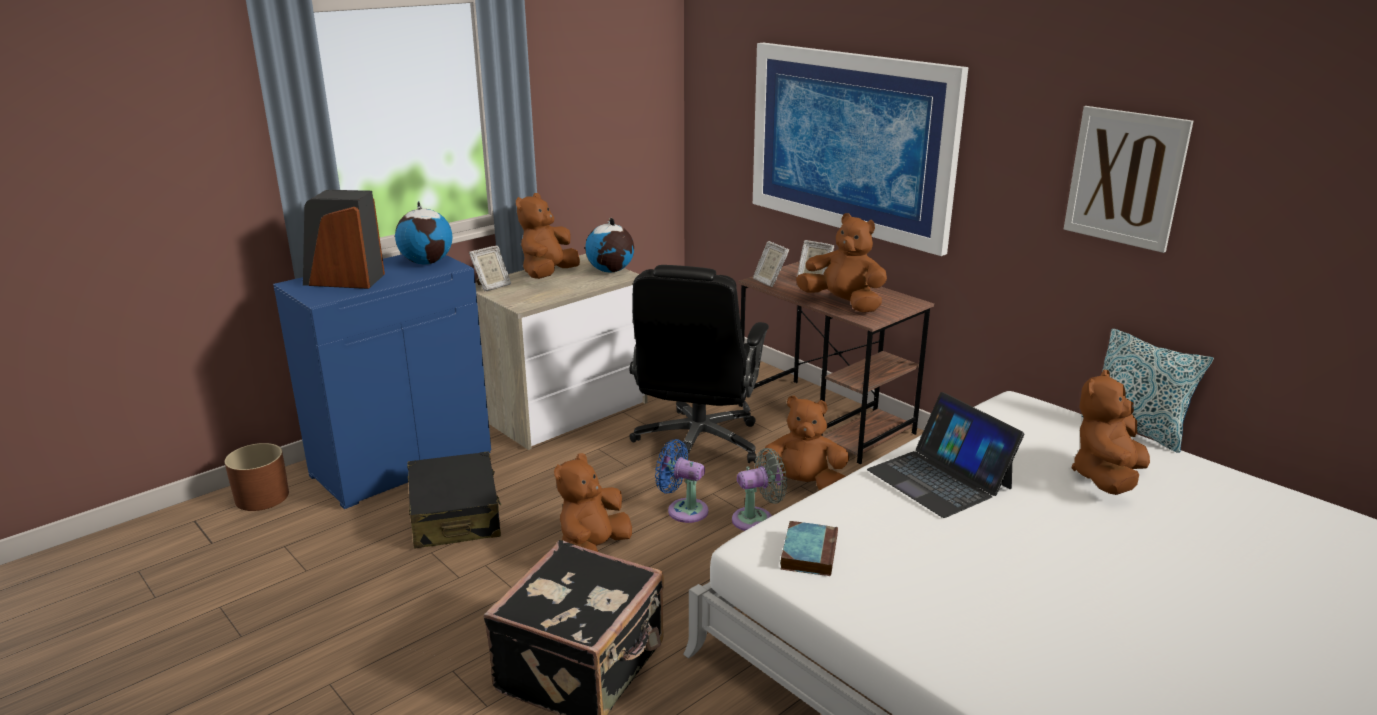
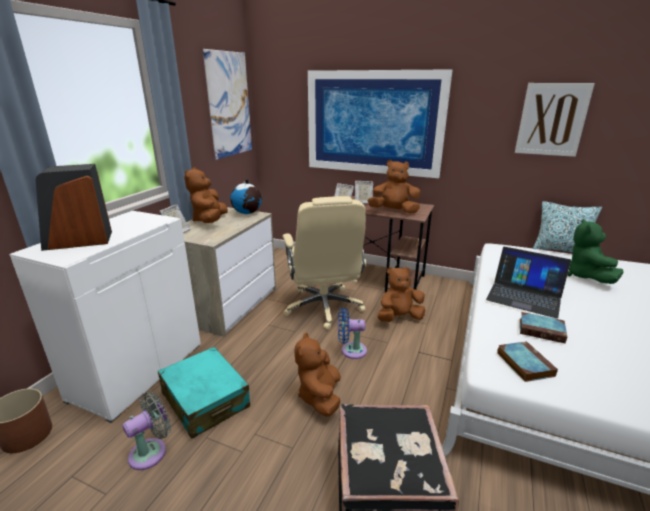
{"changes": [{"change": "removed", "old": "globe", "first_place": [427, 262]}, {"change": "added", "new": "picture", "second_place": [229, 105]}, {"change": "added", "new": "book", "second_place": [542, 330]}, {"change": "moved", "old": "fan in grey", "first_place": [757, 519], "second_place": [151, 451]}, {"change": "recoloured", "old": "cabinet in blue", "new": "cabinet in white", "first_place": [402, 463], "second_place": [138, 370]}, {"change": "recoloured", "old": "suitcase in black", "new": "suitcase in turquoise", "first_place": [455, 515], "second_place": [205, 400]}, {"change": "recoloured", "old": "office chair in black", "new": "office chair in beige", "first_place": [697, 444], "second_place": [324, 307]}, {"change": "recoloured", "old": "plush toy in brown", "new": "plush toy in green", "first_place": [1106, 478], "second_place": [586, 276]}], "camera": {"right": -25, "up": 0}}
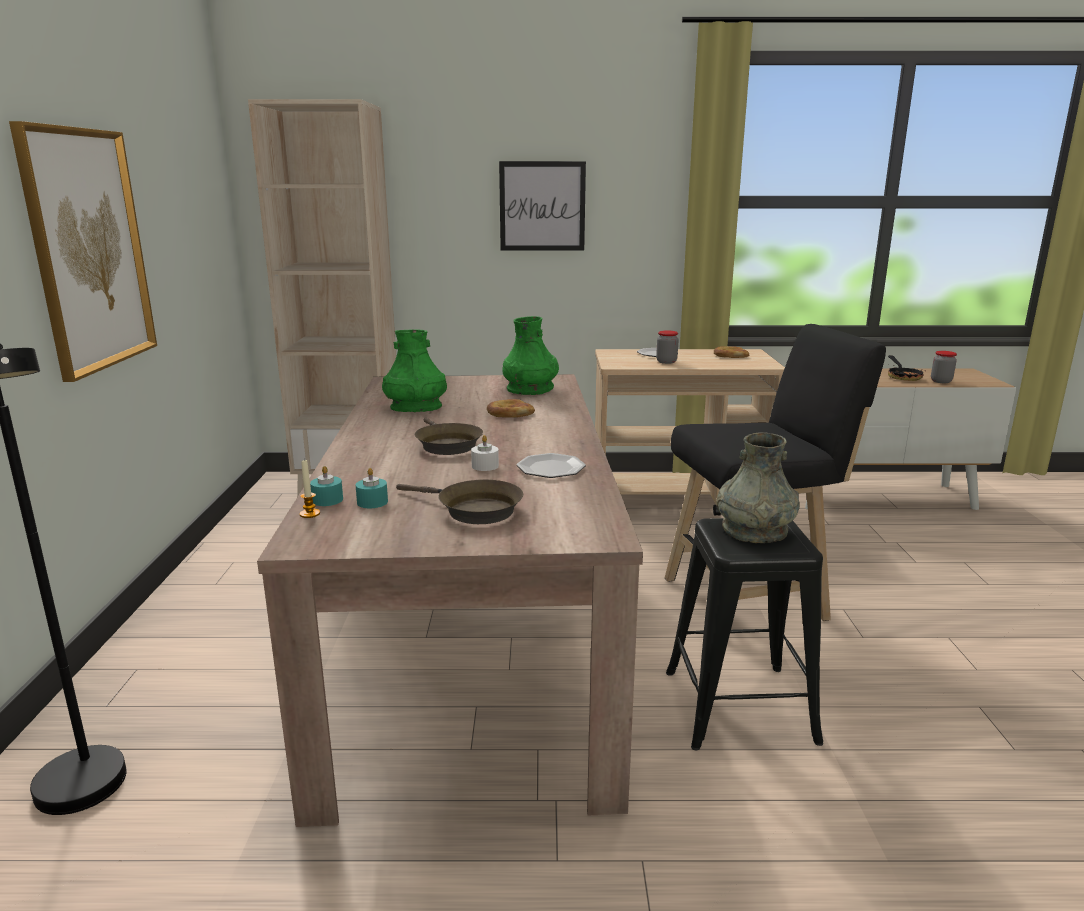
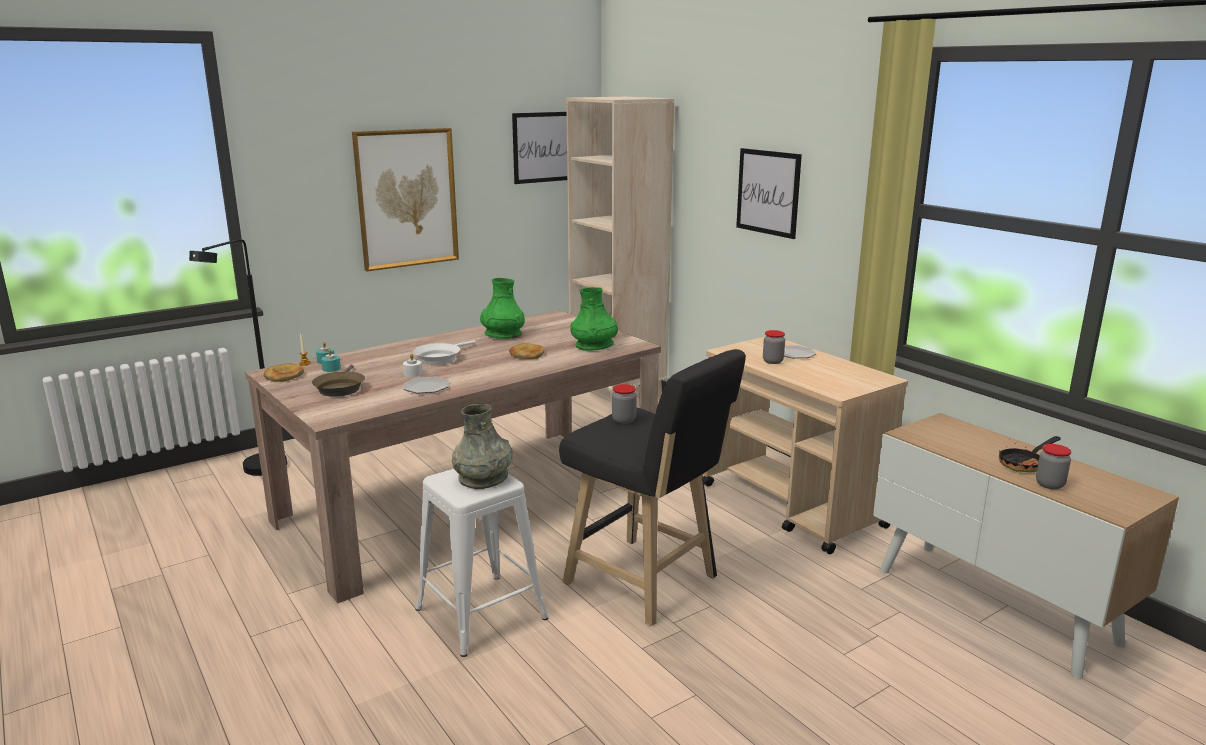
{"changes": [{"change": "added", "new": "picture", "second_place": [542, 147]}, {"change": "added", "new": "jar", "second_place": [624, 420]}, {"change": "moved", "old": "bread", "first_place": [730, 355], "second_place": [284, 376]}, {"change": "recoloured", "old": "frying pan in brown", "new": "frying pan in white", "first_place": [446, 445], "second_place": [440, 358]}, {"change": "recoloured", "old": "stool in black", "new": "stool in white", "first_place": [739, 706], "second_place": [480, 613]}], "camera": {"right": 55, "up": 0}}
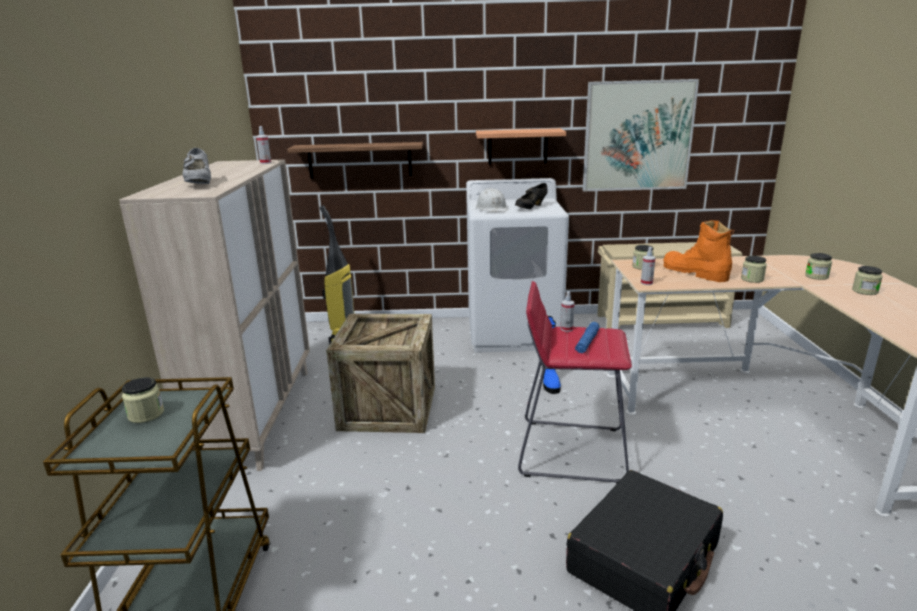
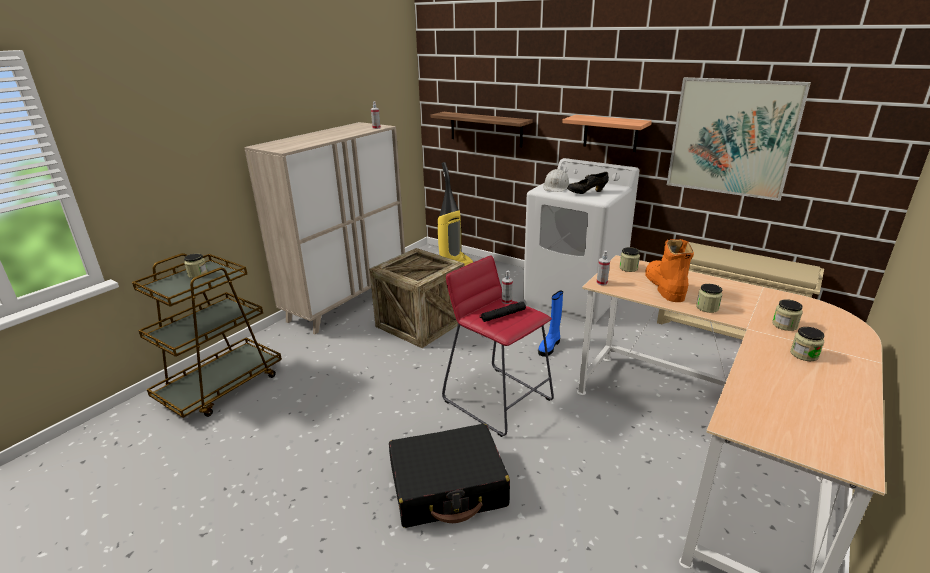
{"changes": [{"change": "removed", "old": "shoe in grey", "first_place": [199, 184]}, {"change": "recoloured", "old": "flashlight in blue", "new": "flashlight in black", "first_place": [587, 342], "second_place": [503, 315]}], "camera": {"right": 35, "up": 5}}
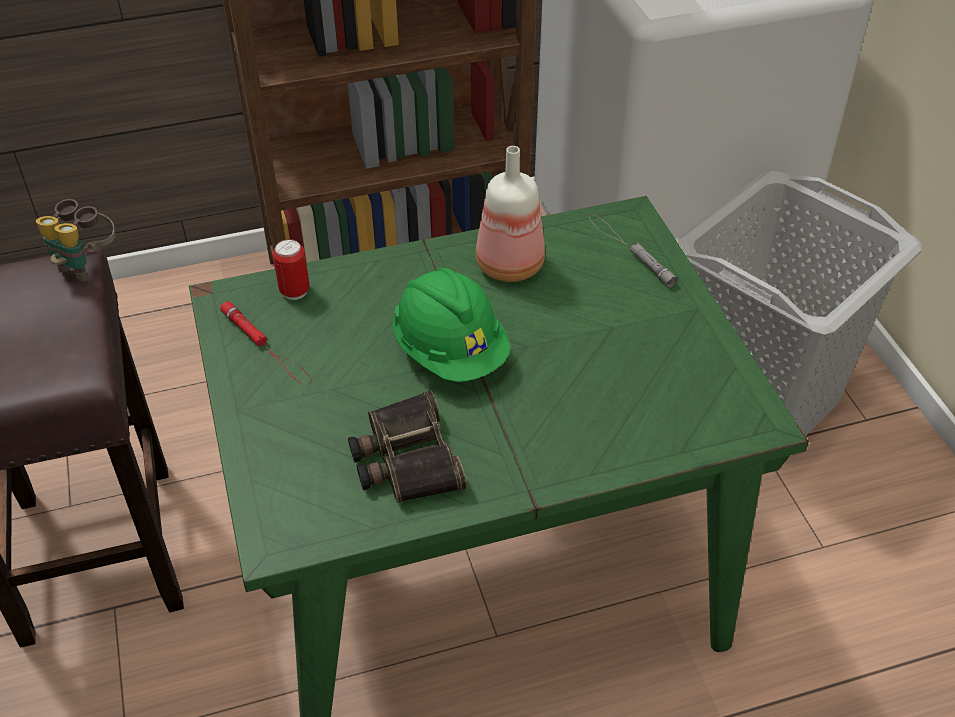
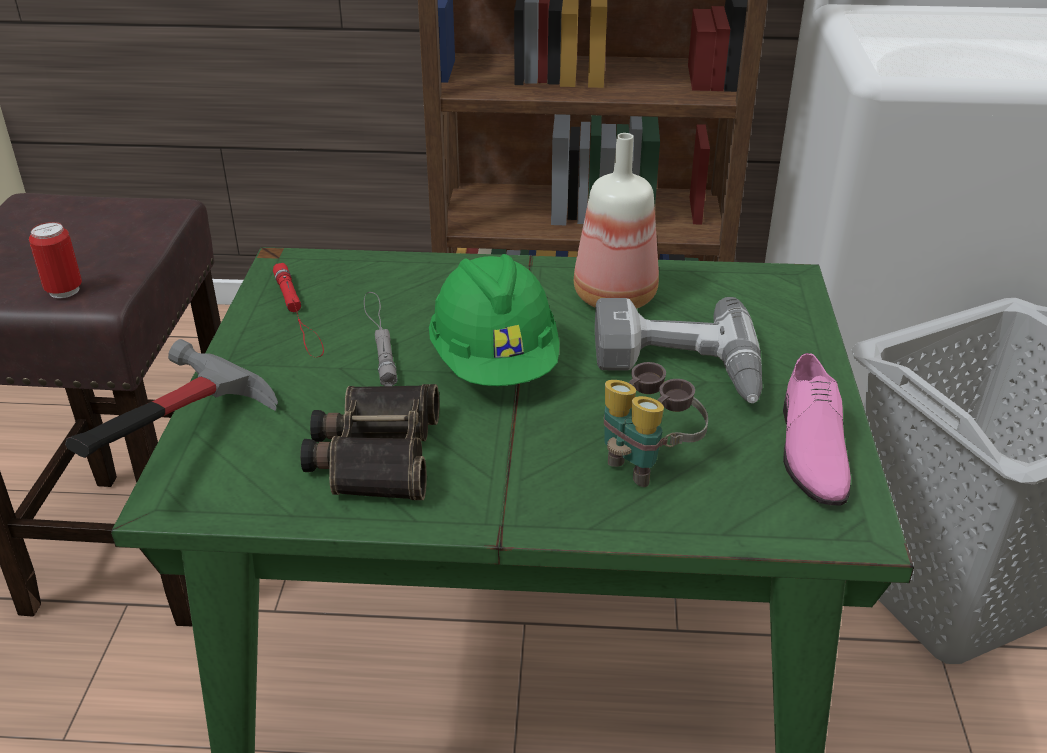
{"changes": [{"change": "added", "new": "hammer", "second_place": [178, 438]}, {"change": "added", "new": "power drill", "second_place": [677, 369]}, {"change": "added", "new": "shoe in pink", "second_place": [809, 448]}, {"change": "moved", "old": "binoculars", "first_place": [86, 264], "second_place": [647, 461]}, {"change": "moved", "old": "can", "first_place": [294, 291], "second_place": [64, 290]}, {"change": "moved", "old": "flashlight in grey", "first_place": [629, 250], "second_place": [379, 337]}], "camera": {"right": 20, "up": -10}}
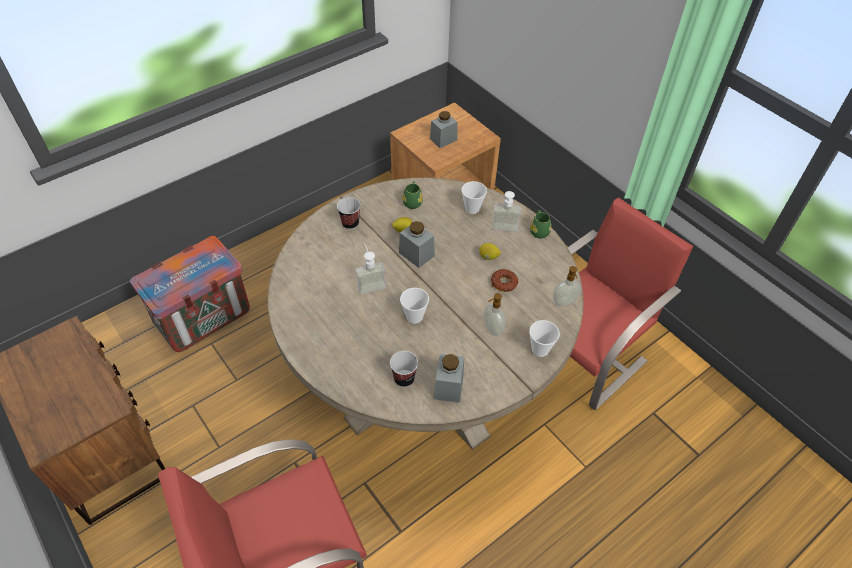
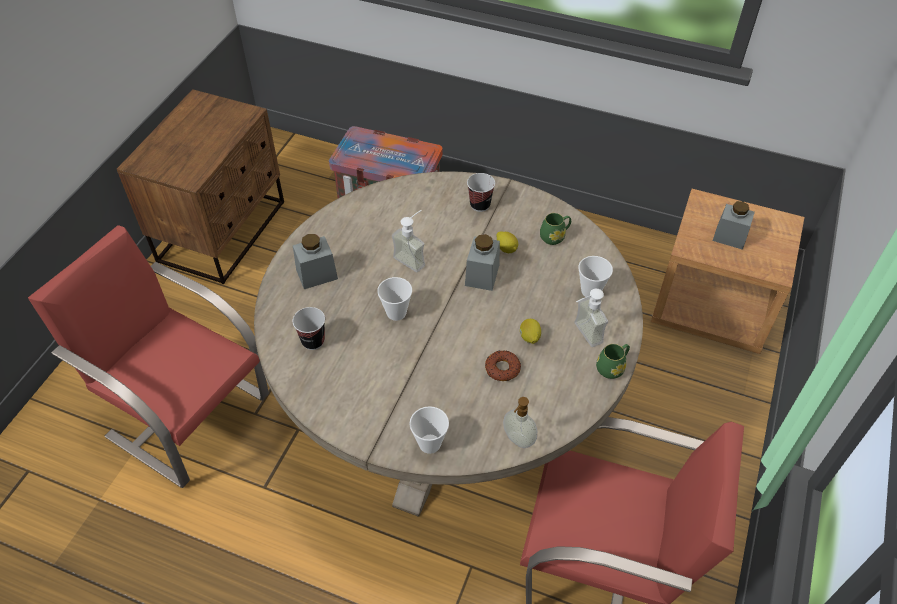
{"changes": [{"change": "removed", "old": "soap dispenser", "first_place": [492, 329]}, {"change": "moved", "old": "jar in grey", "first_place": [448, 386], "second_place": [317, 274]}], "camera": {"right": 60, "up": 0}}
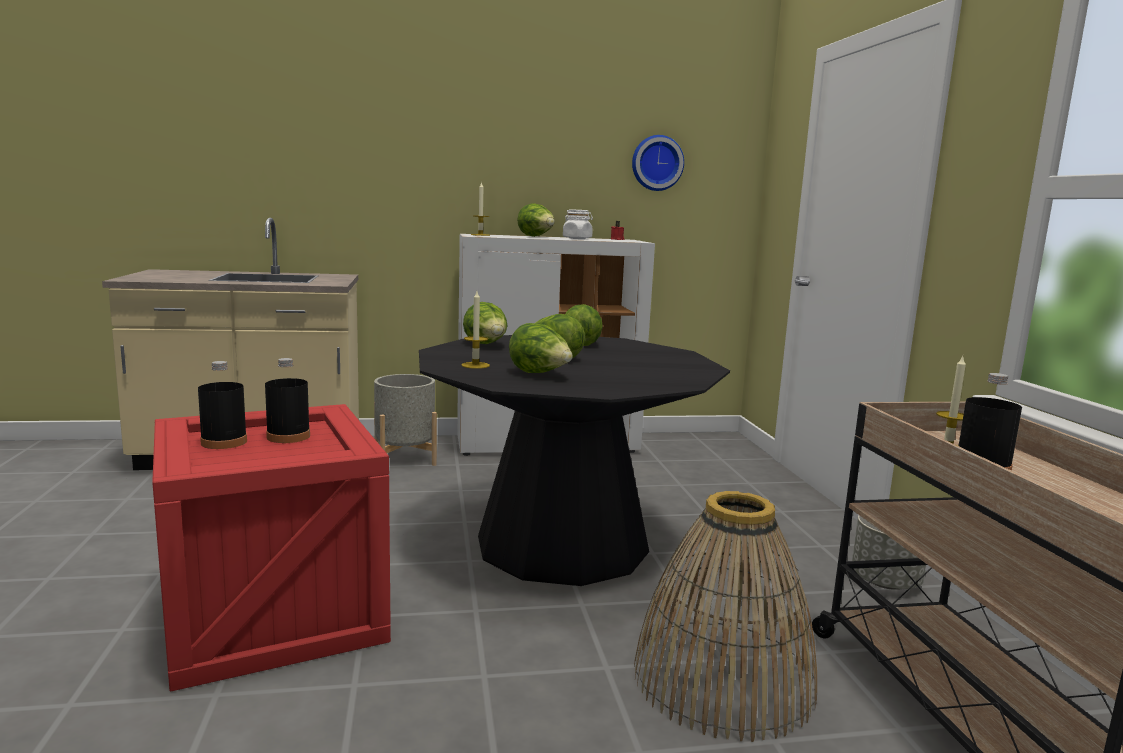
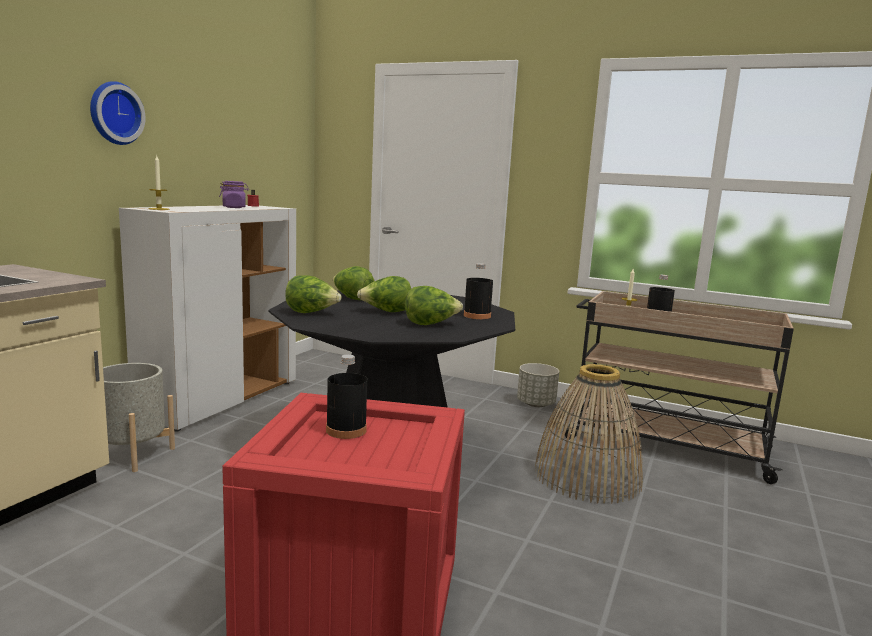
{"changes": [{"change": "removed", "old": "candle", "first_place": [475, 365]}, {"change": "removed", "old": "lettuce", "first_place": [536, 236]}, {"change": "moved", "old": "bottle in black", "first_place": [224, 442], "second_place": [477, 316]}, {"change": "moved", "old": "wall clock", "first_place": [656, 163], "second_place": [114, 113]}, {"change": "recoloured", "old": "jar in white", "new": "jar in purple", "first_place": [577, 238], "second_place": [234, 207]}], "camera": {"right": -55, "up": 0}}
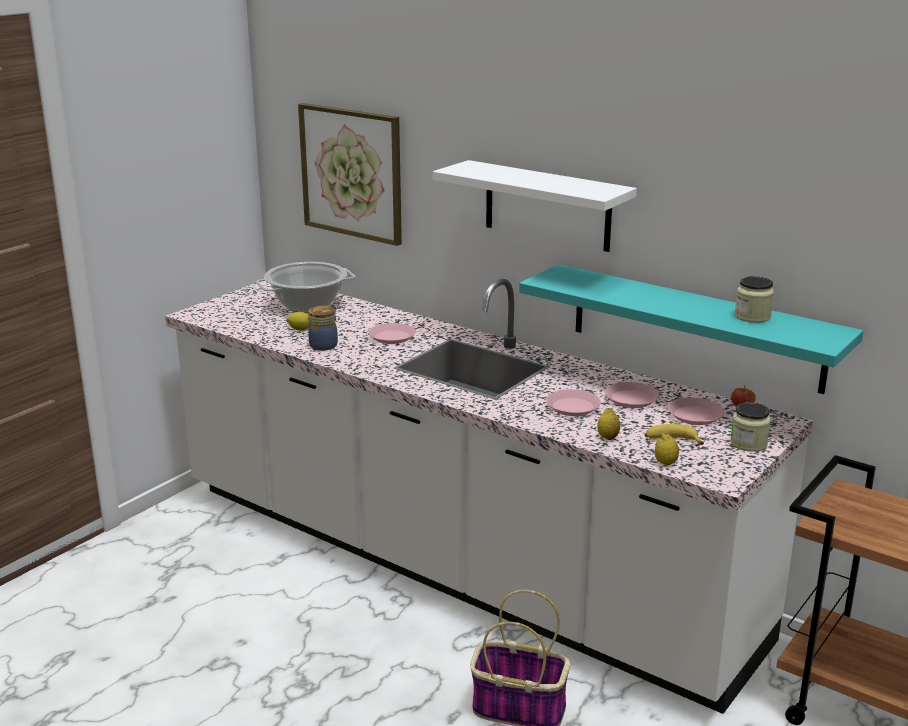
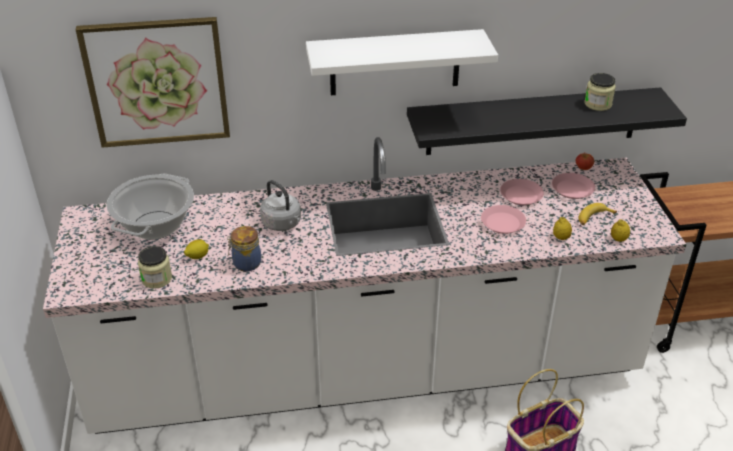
{"changes": [{"change": "moved", "old": "jar", "first_place": [748, 443], "second_place": [157, 279]}, {"change": "replaced", "old": "plate in pink", "new": "kettle in grey", "first_place": [392, 337], "second_place": [283, 224]}, {"change": "recoloured", "old": "shelf in turquoise", "new": "shelf in black", "first_place": [695, 327], "second_place": [532, 121]}], "camera": {"right": -45, "up": 15}}
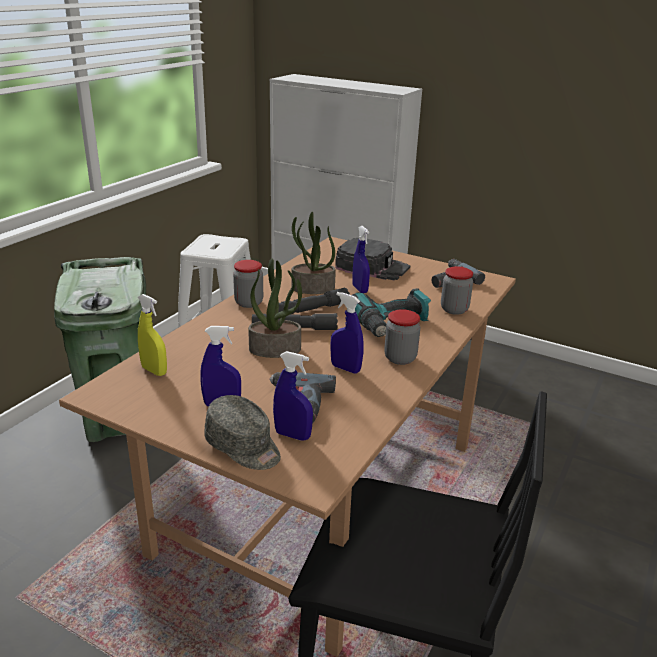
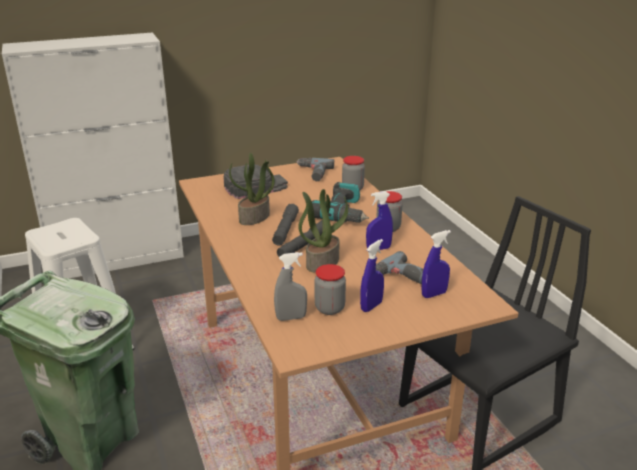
{"changes": [{"change": "removed", "old": "cap in grey", "first_place": [244, 447]}, {"change": "removed", "old": "spray bottle in blue", "first_place": [360, 289]}, {"change": "moved", "old": "jar", "first_place": [249, 303], "second_place": [329, 308]}, {"change": "recoloured", "old": "spray bottle in yellow", "new": "spray bottle in grey", "first_place": [154, 371], "second_place": [291, 318]}], "camera": {"right": -50, "up": 0}}
